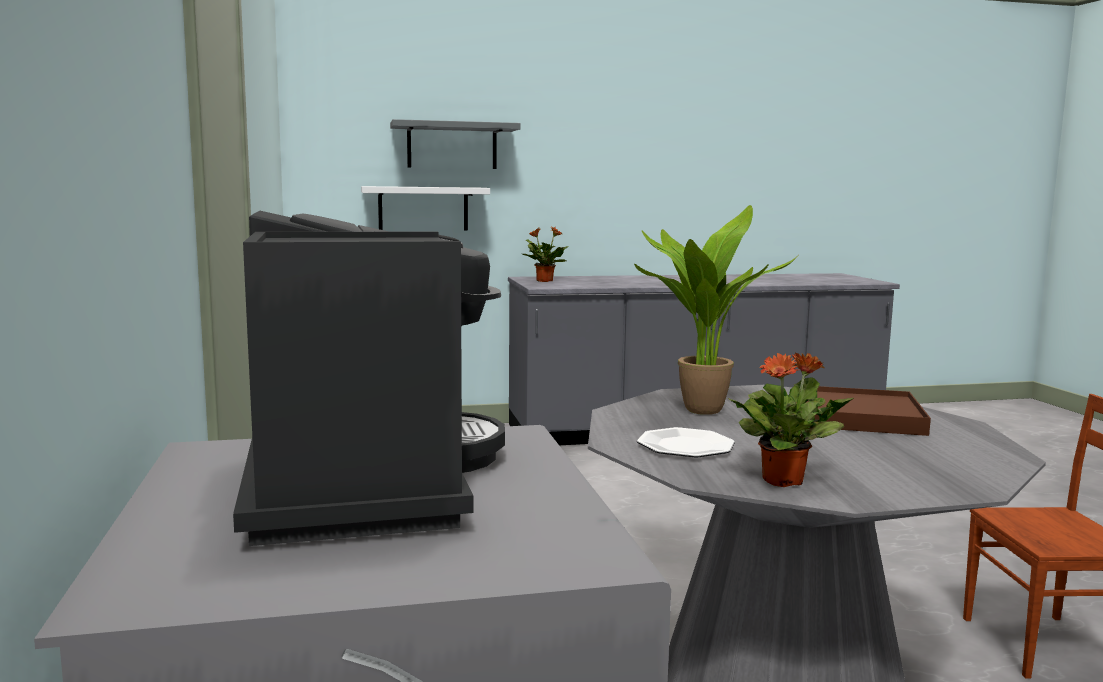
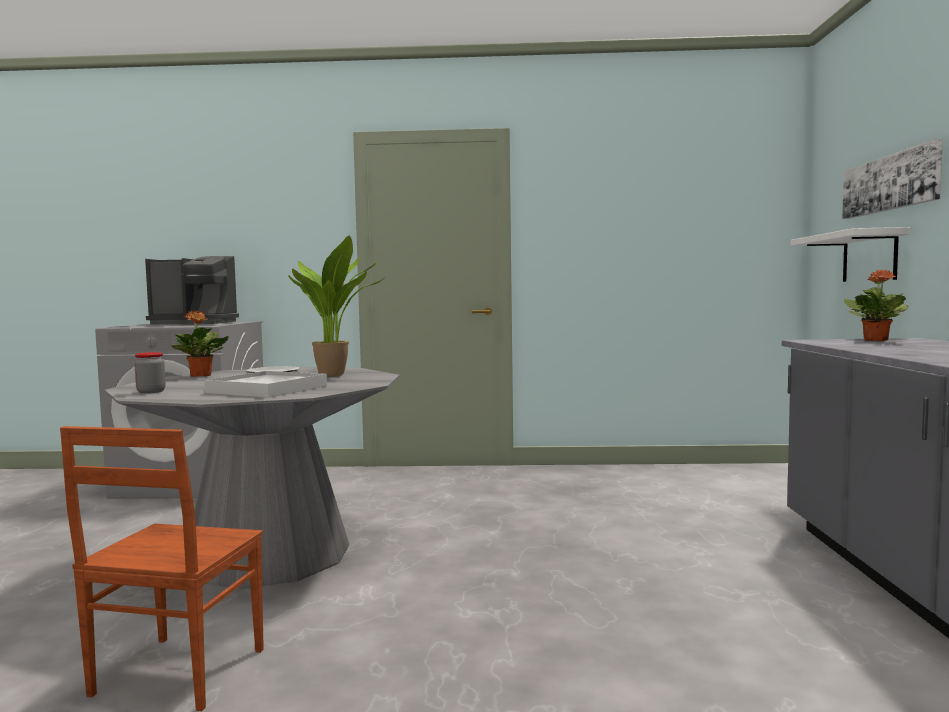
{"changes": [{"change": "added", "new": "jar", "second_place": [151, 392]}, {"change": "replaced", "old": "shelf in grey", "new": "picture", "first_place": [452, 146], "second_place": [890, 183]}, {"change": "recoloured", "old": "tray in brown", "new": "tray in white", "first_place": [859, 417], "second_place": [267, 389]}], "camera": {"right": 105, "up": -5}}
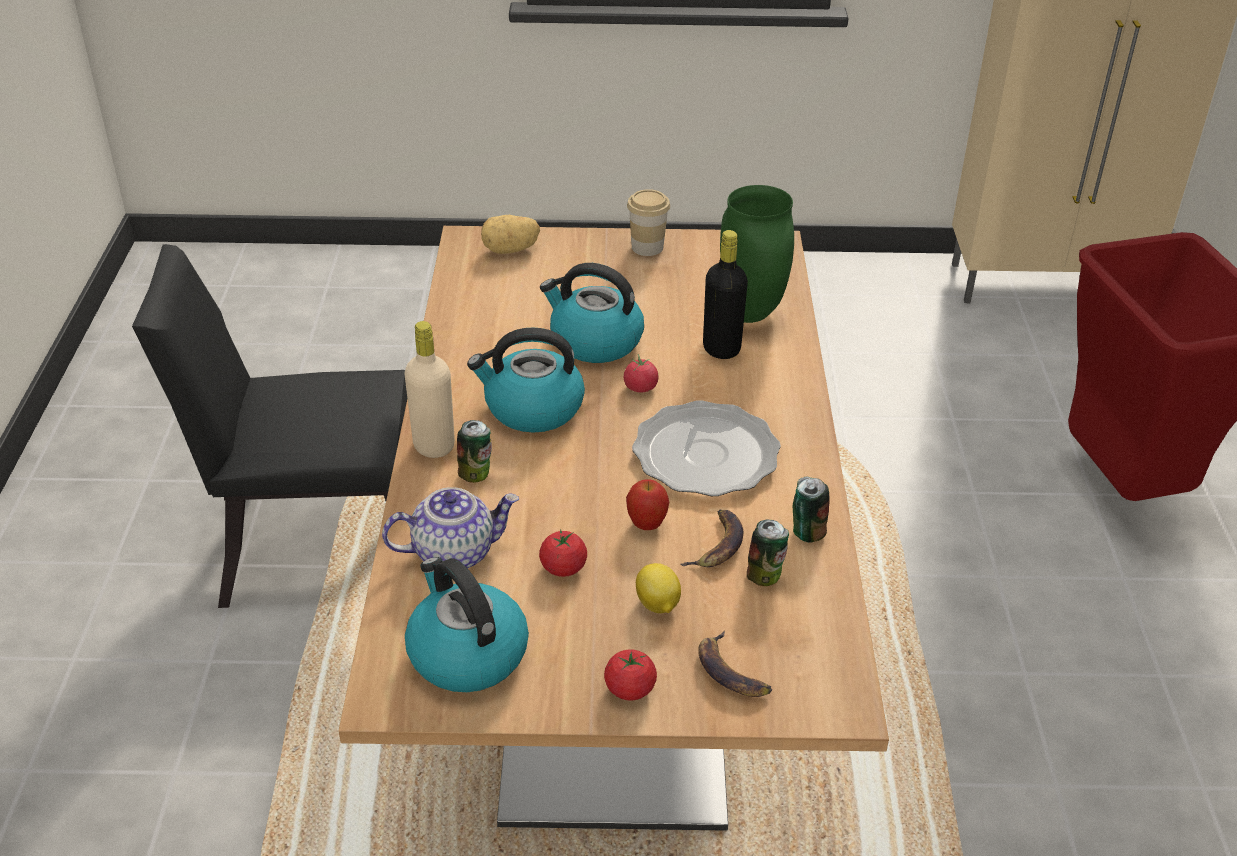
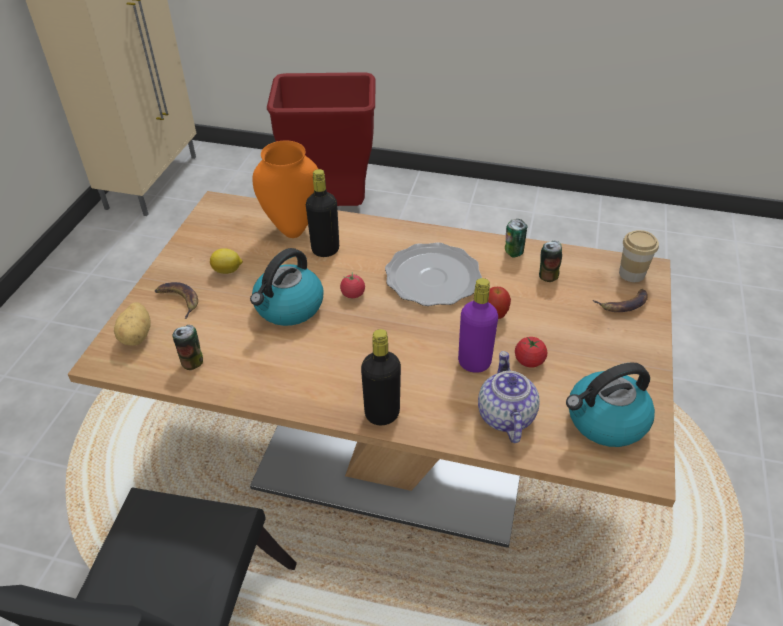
{"changes": [{"change": "removed", "old": "kettle", "first_place": [532, 408]}, {"change": "removed", "old": "tomato", "first_place": [630, 689]}, {"change": "added", "new": "bottle in purple", "second_place": [474, 363]}, {"change": "moved", "old": "can", "first_place": [476, 474], "second_place": [192, 361]}, {"change": "moved", "old": "cup", "first_place": [647, 247], "second_place": [631, 274]}, {"change": "moved", "old": "lemon", "first_place": [657, 605], "second_place": [228, 271]}, {"change": "moved", "old": "banana", "first_place": [717, 544], "second_place": [178, 300]}, {"change": "recoloured", "old": "bottle in beige", "new": "bottle in black", "first_place": [434, 446], "second_place": [382, 414]}, {"change": "recoloured", "old": "vase in green", "new": "vase in orange", "first_place": [752, 314], "second_place": [293, 229]}], "camera": {"right": -75, "up": 5}}
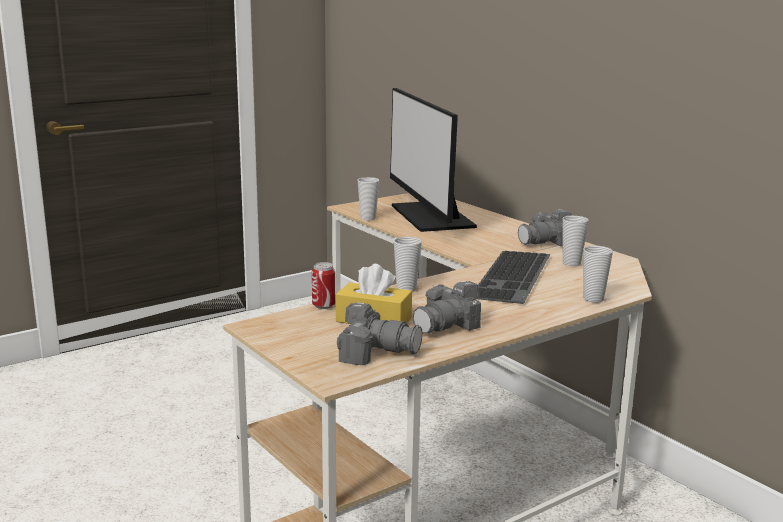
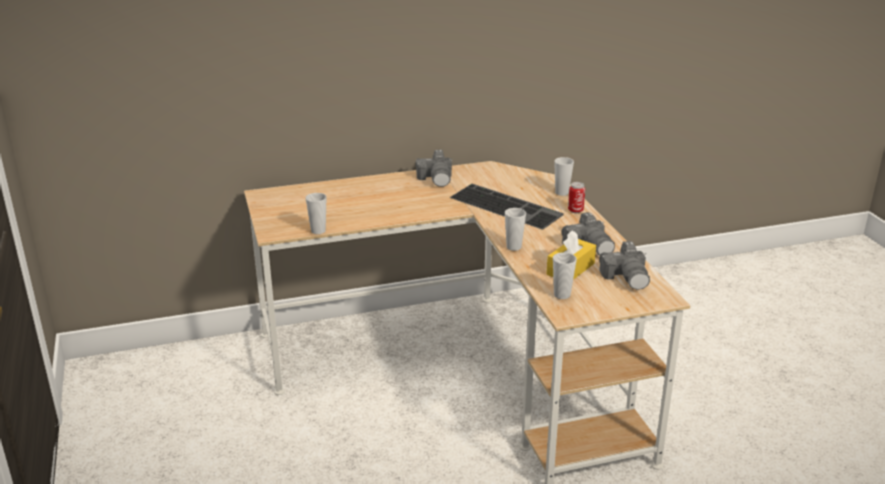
{"changes": [{"change": "removed", "old": "monitor", "first_place": [430, 216]}, {"change": "moved", "old": "can", "first_place": [323, 305], "second_place": [575, 210]}, {"change": "moved", "old": "cup", "first_place": [571, 263], "second_place": [562, 295]}, {"change": "turned", "old": "photo camera", "first_place": [376, 351], "second_place": [626, 277], "degrees": 135}], "camera": {"right": -70, "up": 10}}
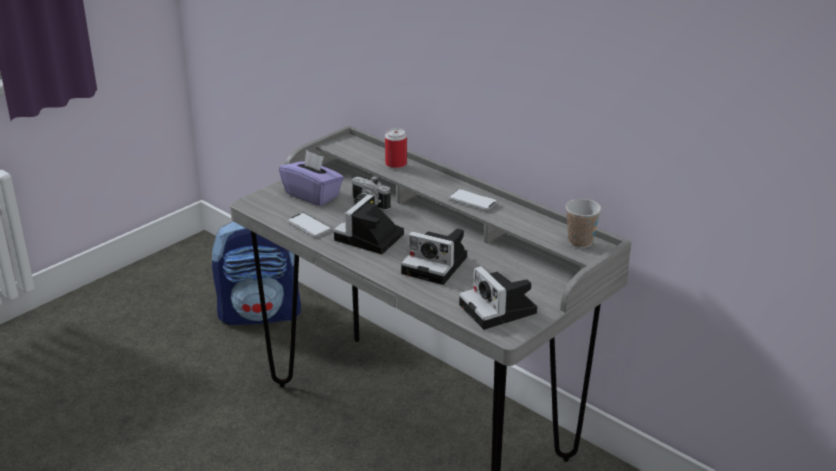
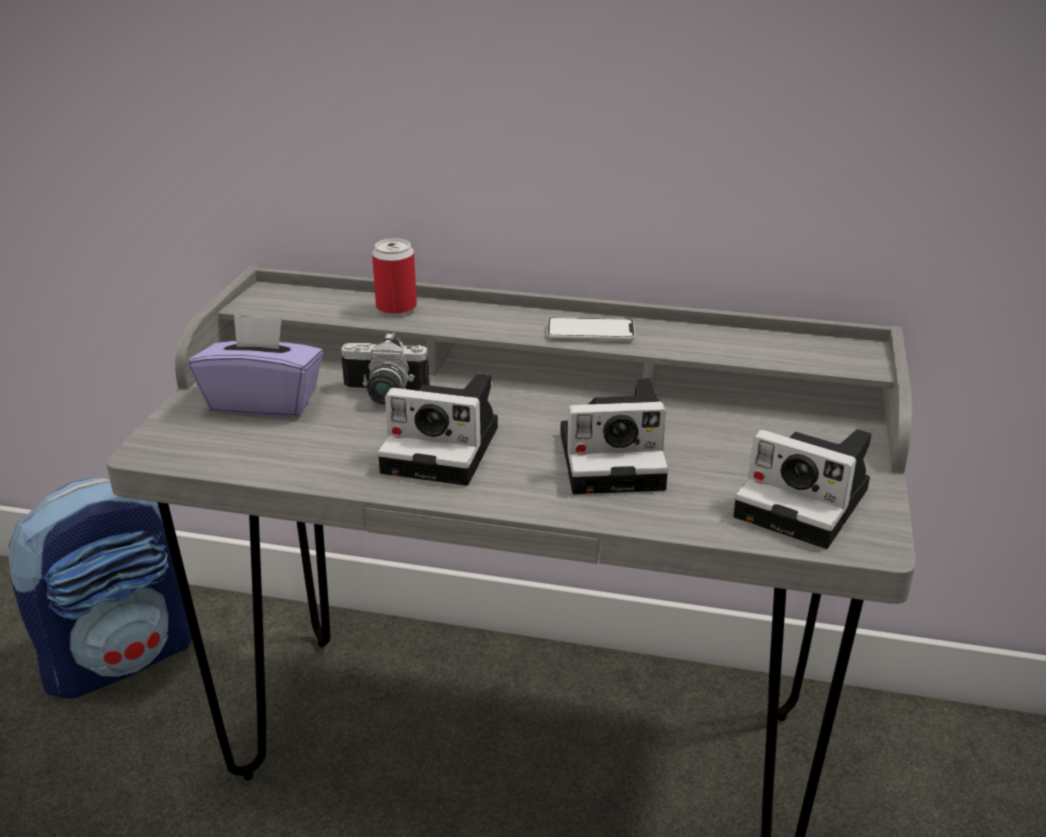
{"changes": [{"change": "removed", "old": "phone", "first_place": [309, 226]}, {"change": "removed", "old": "cup", "first_place": [580, 242]}, {"change": "turned", "old": "photo camera", "first_place": [368, 238], "second_place": [446, 449], "degrees": -75}], "camera": {"right": -30, "up": 0}}
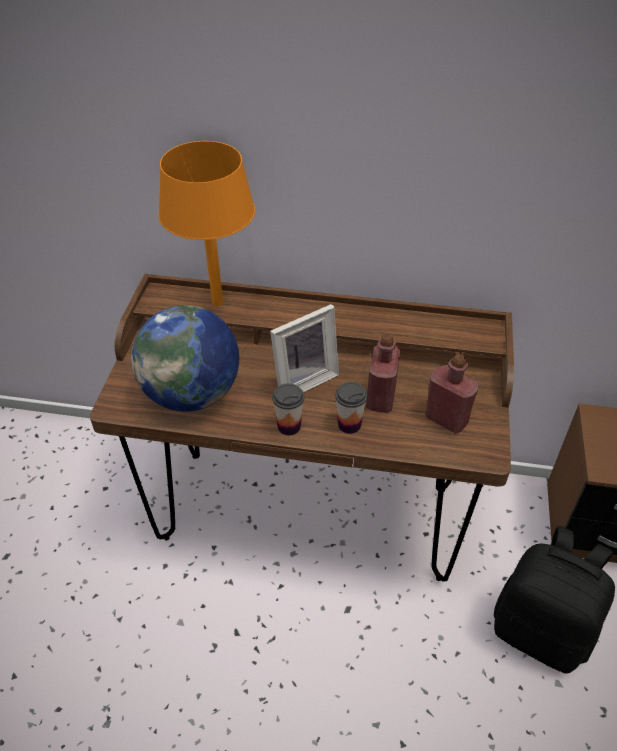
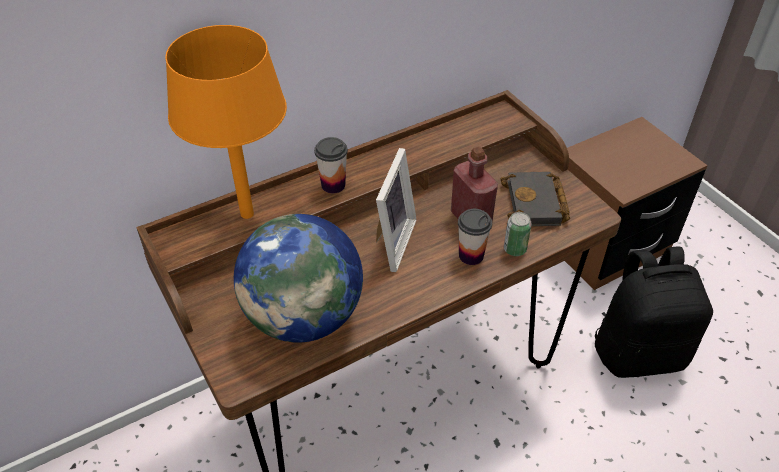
{"changes": [{"change": "added", "new": "can", "second_place": [514, 249]}, {"change": "moved", "old": "cup", "first_place": [289, 426], "second_place": [333, 185]}, {"change": "replaced", "old": "bottle in red", "new": "book in black", "first_place": [446, 419], "second_place": [536, 205]}], "camera": {"right": -40, "up": 0}}
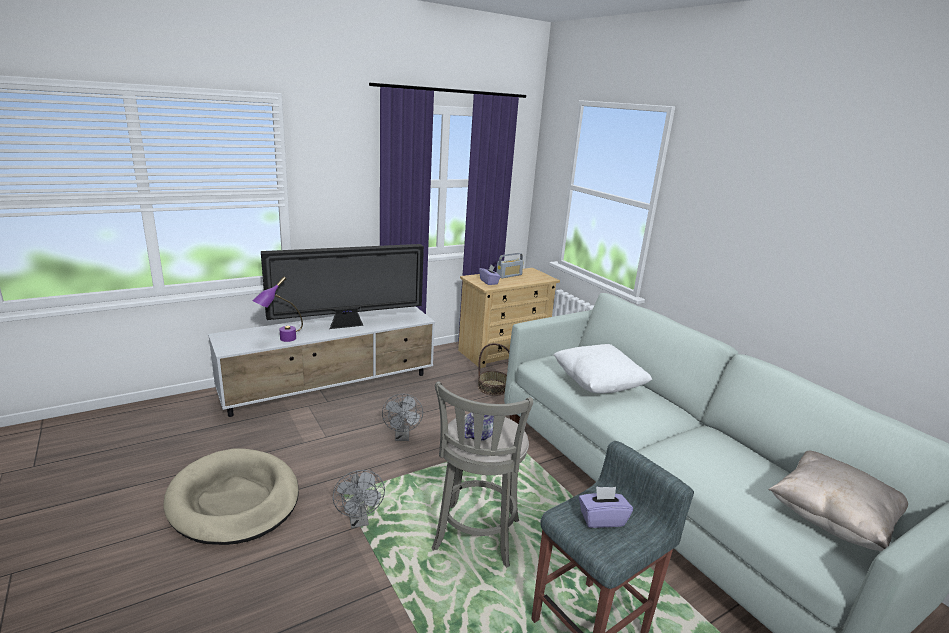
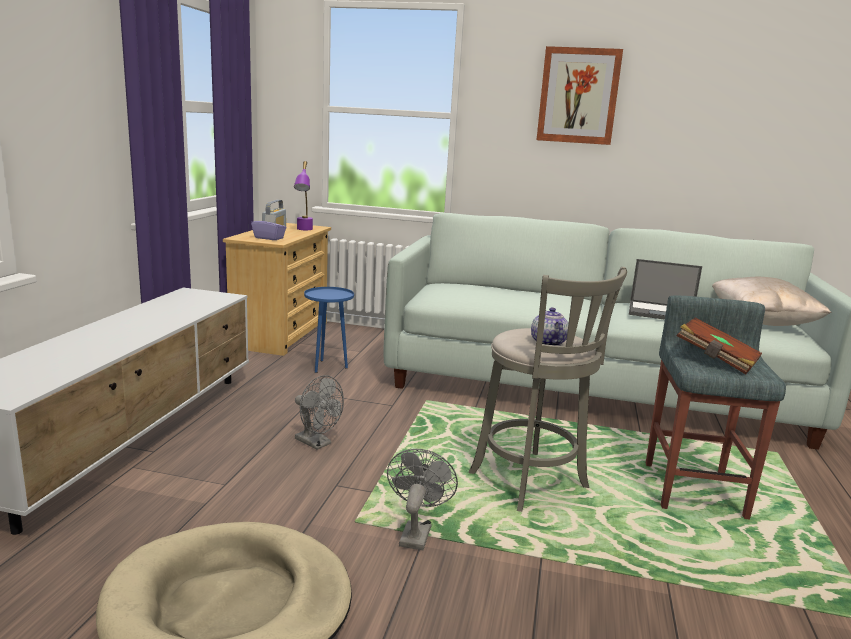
{"changes": [{"change": "removed", "old": "television", "first_place": [348, 325]}, {"change": "removed", "old": "pillow in white", "first_place": [598, 385]}, {"change": "added", "new": "picture", "second_place": [578, 96]}, {"change": "added", "new": "laptop", "second_place": [663, 312]}, {"change": "moved", "old": "table lamp in purple", "first_place": [281, 340], "second_place": [304, 230]}, {"change": "replaced", "old": "basket", "new": "side table in blue", "first_place": [493, 387], "second_place": [328, 367]}, {"change": "replaced", "old": "tissue box in purple", "new": "book in brown", "first_place": [601, 519], "second_place": [716, 360]}, {"change": "turned", "old": "fan in grey", "first_place": [359, 521], "second_place": [416, 532], "degrees": -105}], "camera": {"right": -45, "up": -5}}
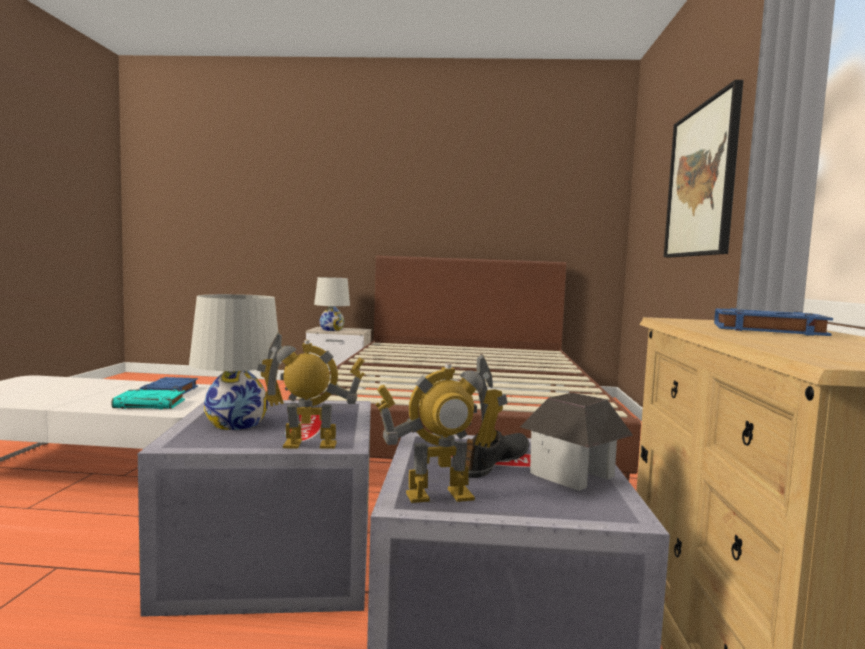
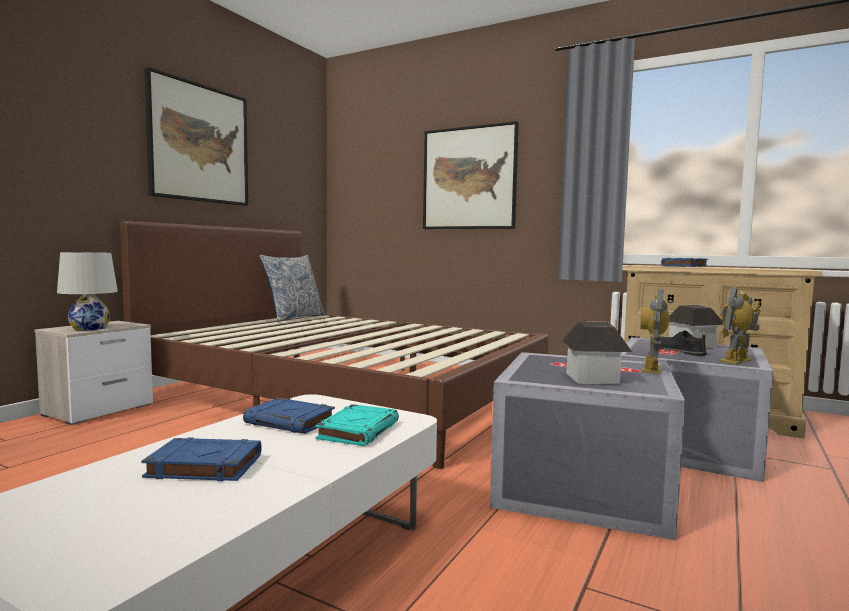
{"changes": [{"change": "added", "new": "book in blue", "second_place": [203, 466]}, {"change": "added", "new": "picture", "second_place": [199, 143]}, {"change": "added", "new": "pillow", "second_place": [294, 318]}, {"change": "replaced", "old": "table lamp in white", "new": "toy house", "first_place": [237, 423], "second_place": [593, 378]}, {"change": "turned", "old": "toy robot", "first_place": [439, 495], "second_place": [736, 361], "degrees": -135}], "camera": {"right": -65, "up": 0}}
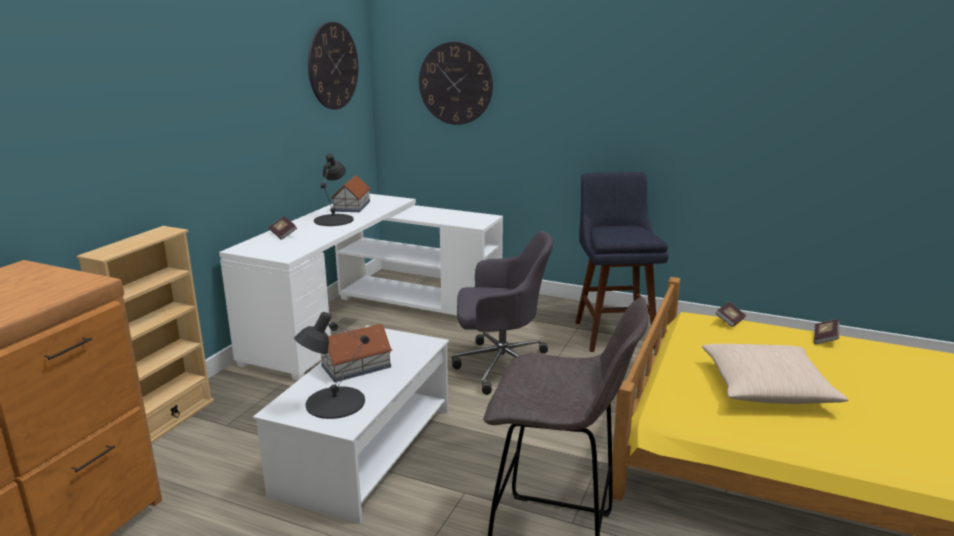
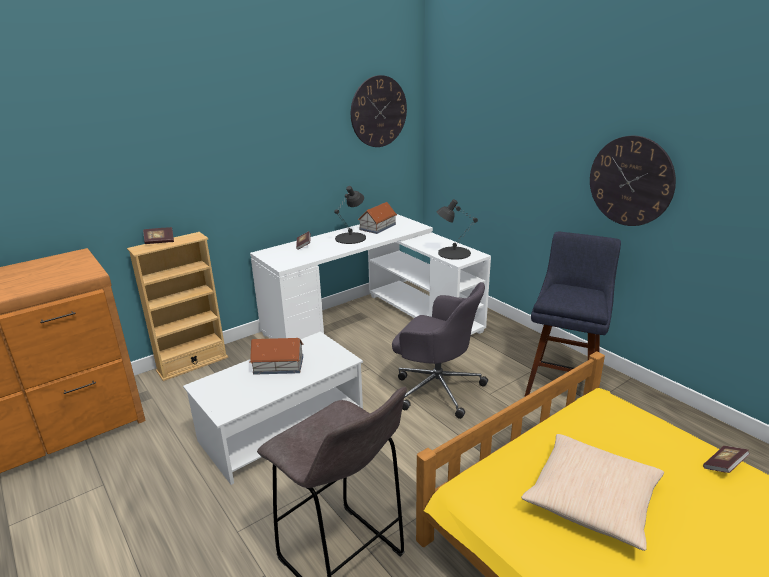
{"changes": [{"change": "moved", "old": "table lamp in black", "first_place": [334, 402], "second_place": [453, 253]}, {"change": "moved", "old": "wall clock", "first_place": [455, 83], "second_place": [630, 181]}, {"change": "moved", "old": "book", "first_place": [729, 321], "second_place": [159, 241]}], "camera": {"right": 30, "up": 5}}
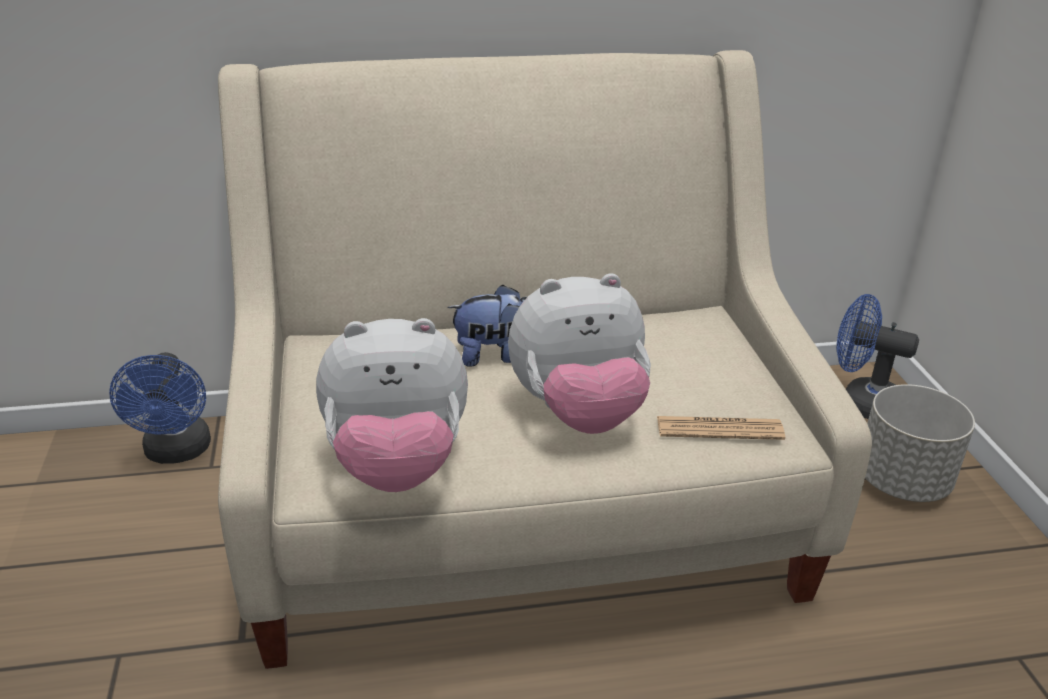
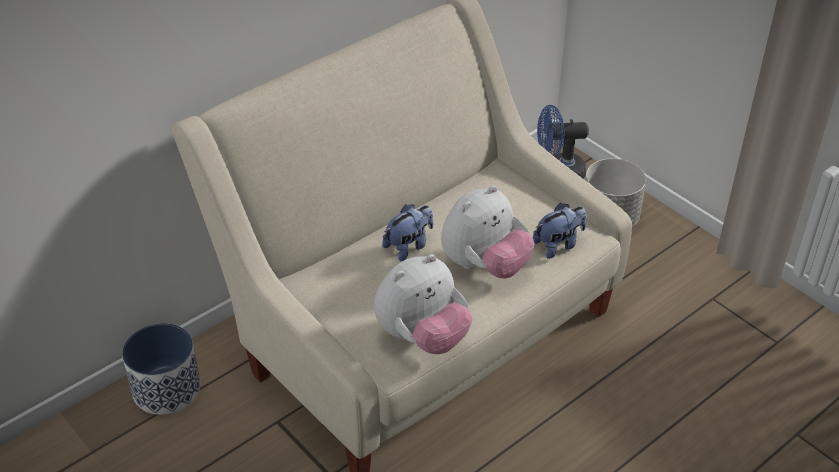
{"changes": [{"change": "replaced", "old": "fan in blue", "new": "planter", "first_place": [177, 452], "second_place": [167, 389]}, {"change": "replaced", "old": "newspaper", "new": "plush toy", "first_place": [719, 429], "second_place": [558, 245]}], "camera": {"right": -30, "up": 10}}
